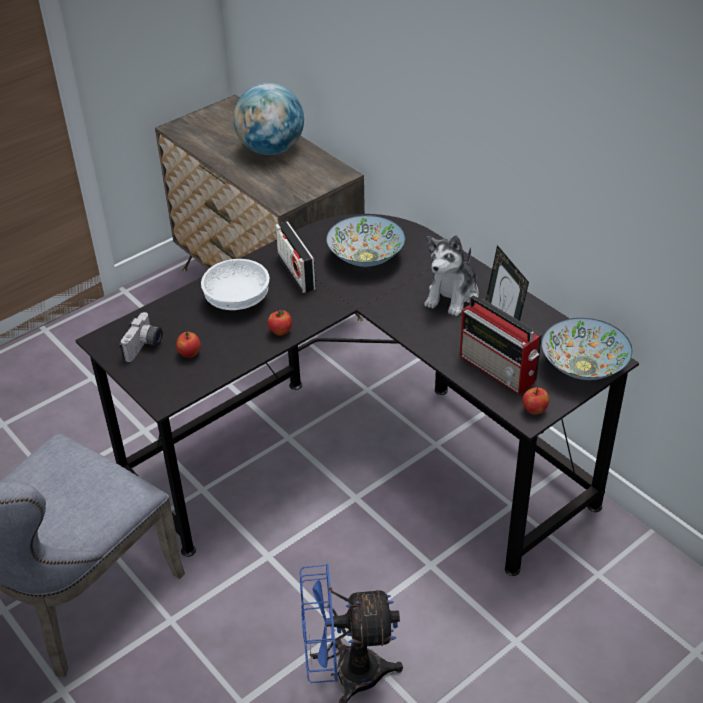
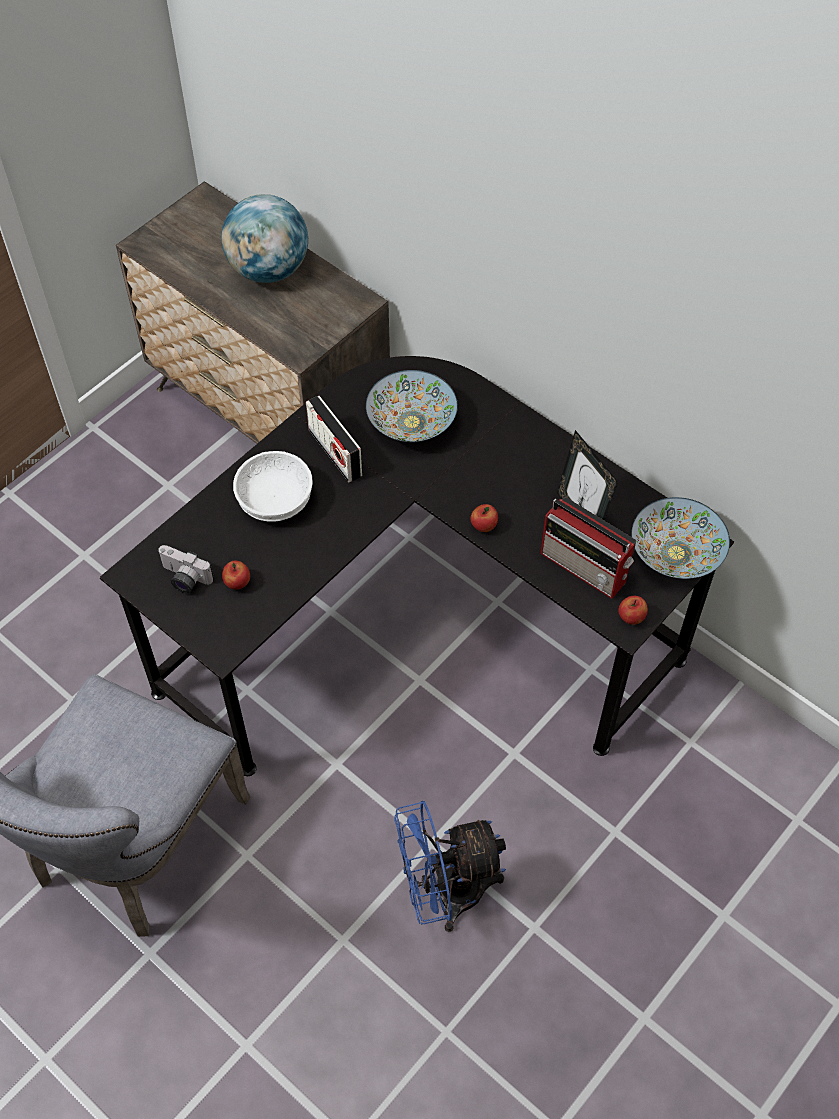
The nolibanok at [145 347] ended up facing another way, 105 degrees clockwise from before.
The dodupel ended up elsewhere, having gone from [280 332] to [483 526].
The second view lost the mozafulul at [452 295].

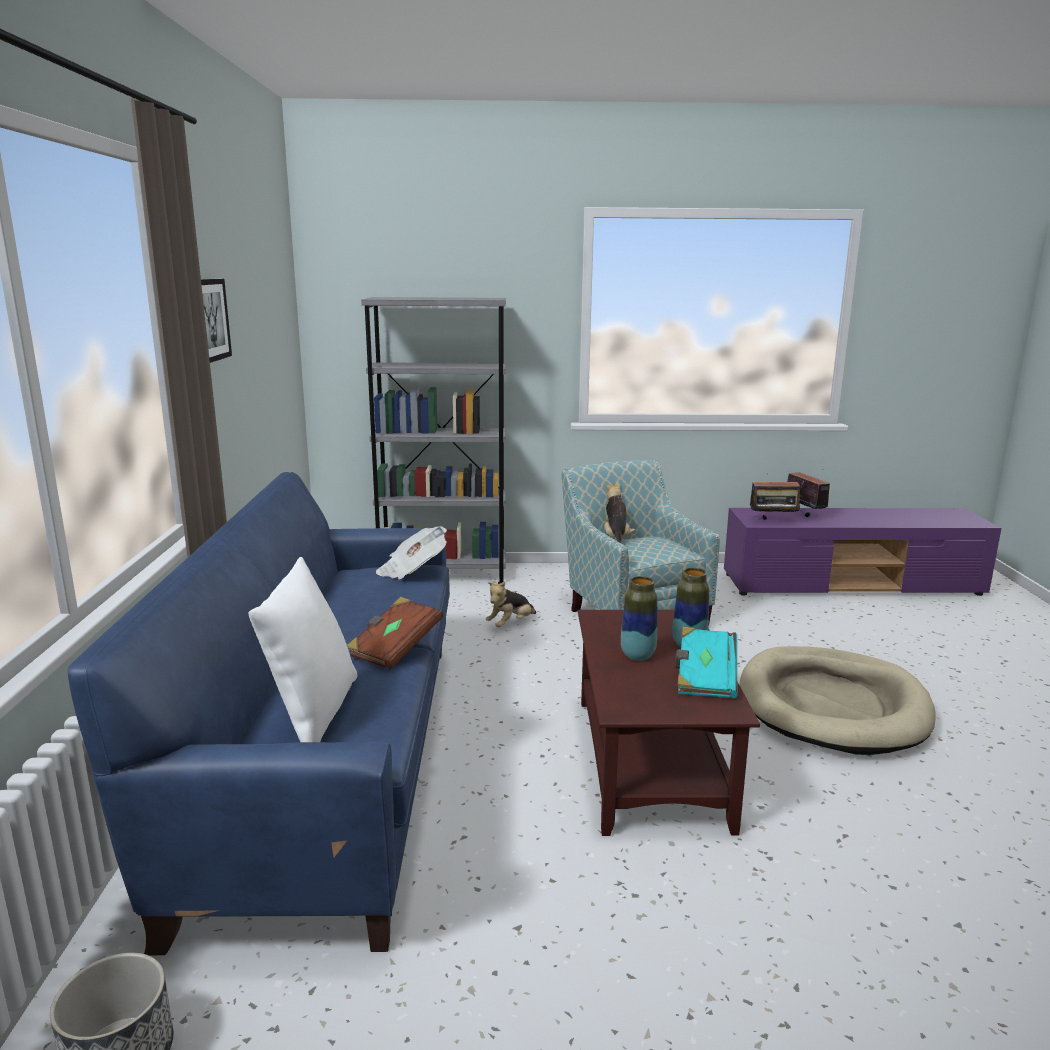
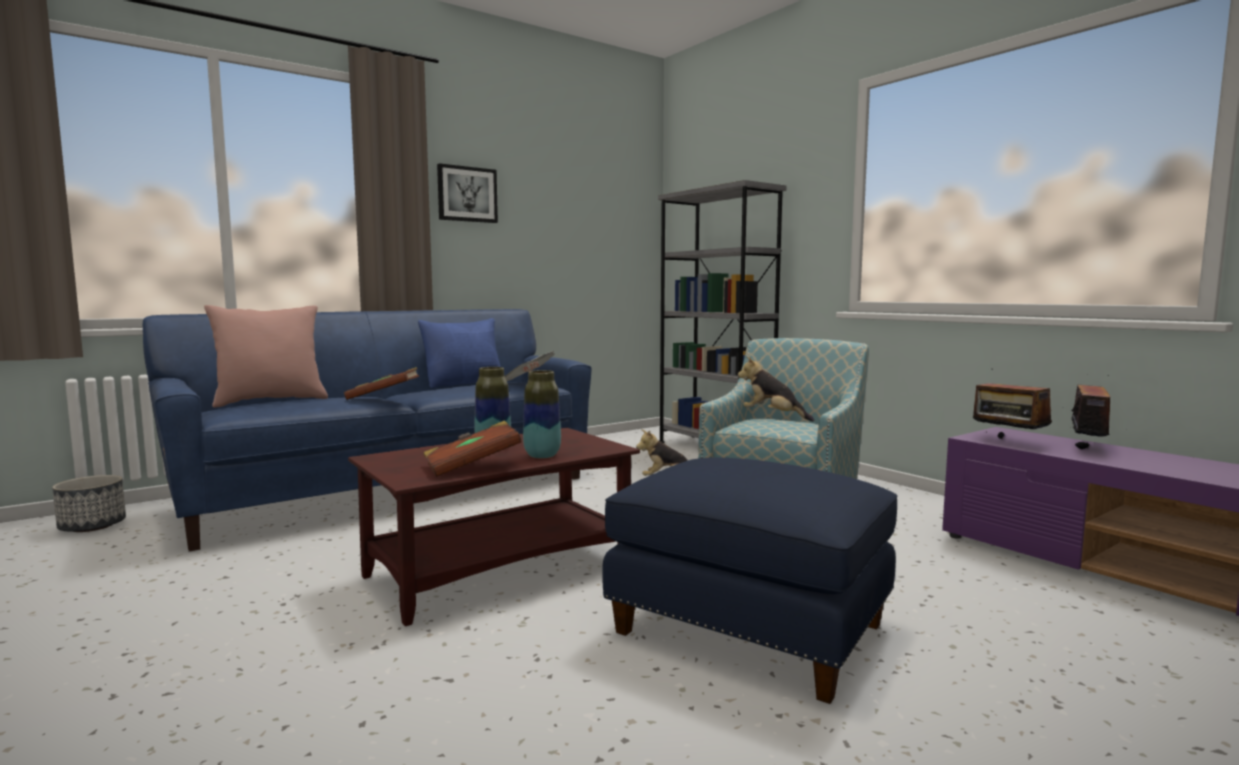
What was the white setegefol at [313 713] turned into the pink setegefol at [270 401].
The second view gained the blue setegefol at [464 384].
What was the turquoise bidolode at [704 678] turned into the brown bidolode at [472 467].
Where the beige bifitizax stood at [832 705], the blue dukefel came to stand at [751 628].
The mozafulul at [616 539] ended up facing another way, 105 degrees counterclockwise from before.

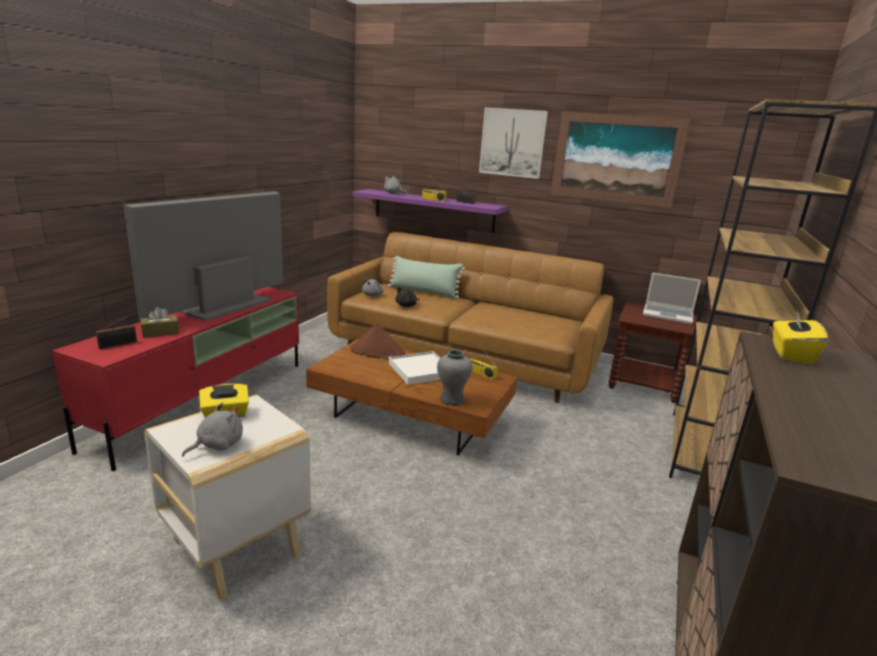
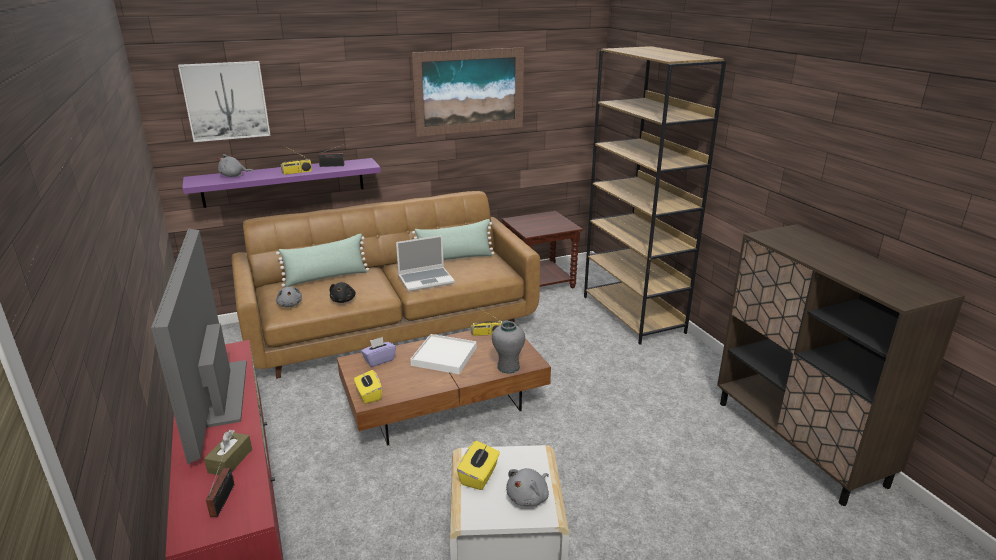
The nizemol ended up elsewhere, having gone from [512 143] to [226 101].
The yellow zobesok ended up elsewhere, having gone from [791 354] to [368 395].
Where the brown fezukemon stood at [377 351], the purple zobesok came to stand at [379 360].
The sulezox ended up elsewhere, having gone from [668 315] to [426 280].
The second view gained the green setegefol at [454 258].
The grey mozafulul at [217 445] ended up facing another way, 135 degrees counterclockwise from before.

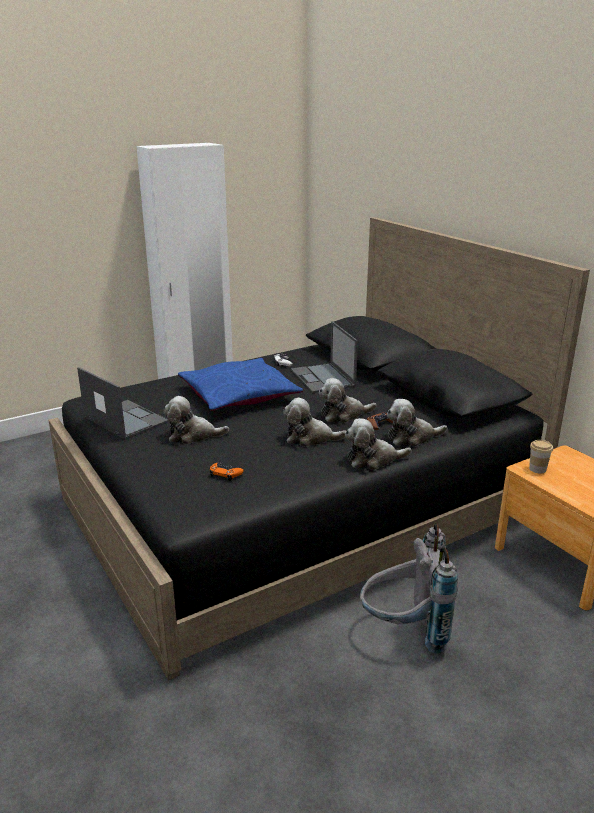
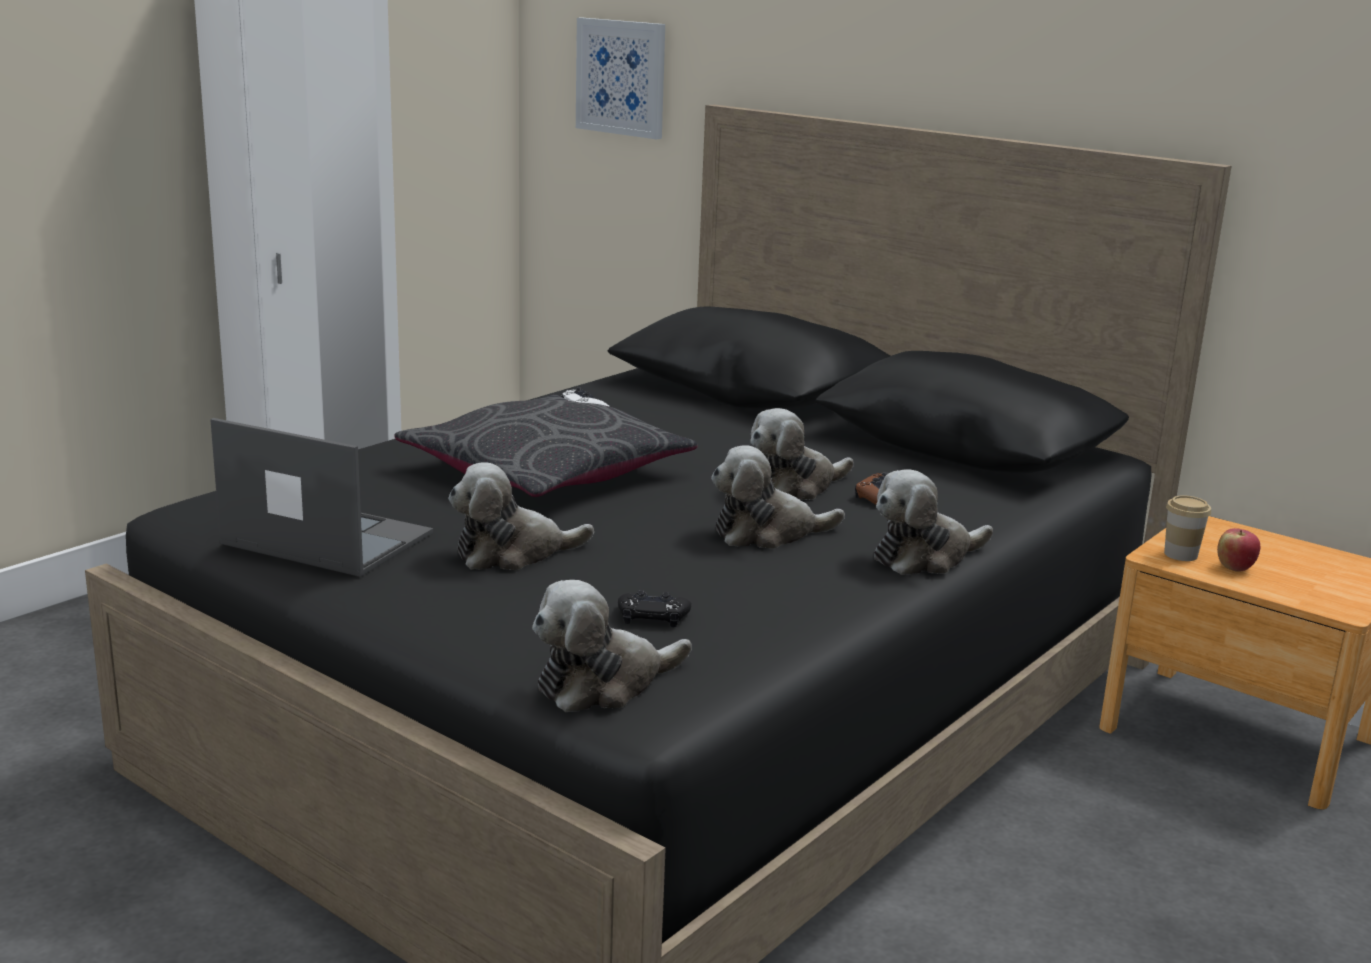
What was the blue setegefol at [239 395] turned into the grey setegefol at [545 472].
The mozafulul ended up elsewhere, having gone from [412 437] to [603 684].
The second view gained the nizemol at [621 77].
What was the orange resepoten at [225 474] turned into the black resepoten at [653 616].
The second view gained the dodupel at [1234 568].
The second view lost the sulezox at [323 378].
The second view lost the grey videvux at [404 631].

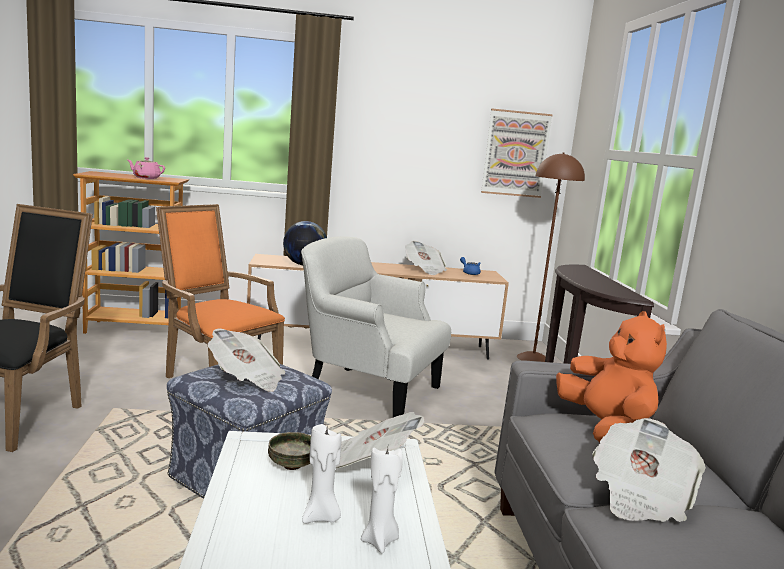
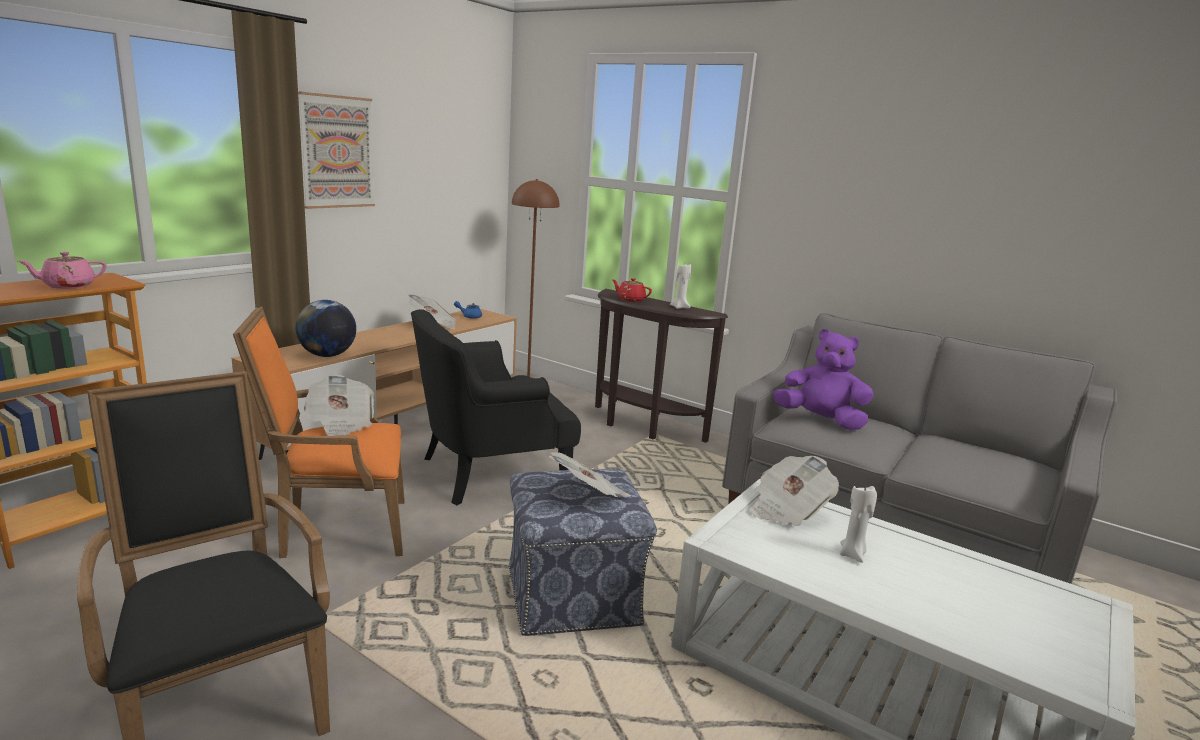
The nizemol ended up elsewhere, having gone from [515 153] to [337 152].
The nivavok ended up elsewhere, having gone from [640 497] to [341 423].
What was the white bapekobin at [368 392] turned into the black bapekobin at [489 472].
The second view gained the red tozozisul at [630 299].
The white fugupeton ended up elsewhere, having gone from [380 541] to [680 307].
What was the orange mozafulul at [606 431] turned into the purple mozafulul at [820 420].
The second view lost the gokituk at [291 465].

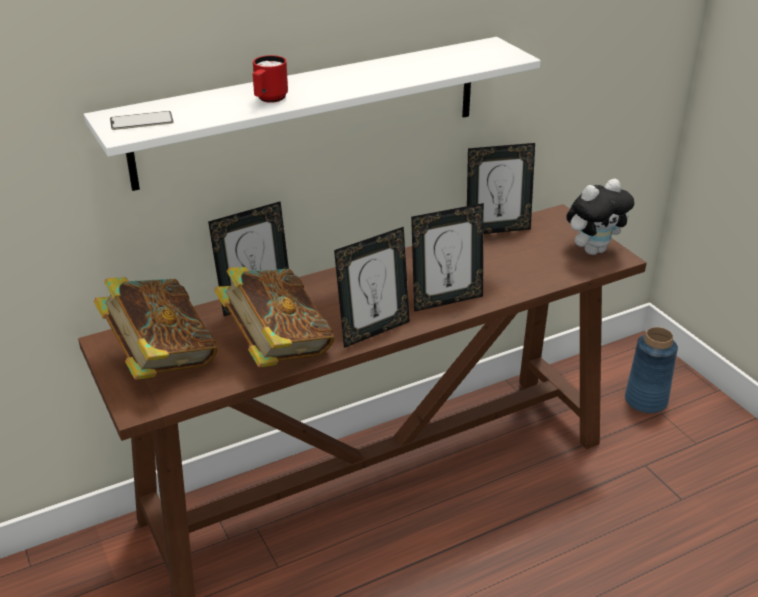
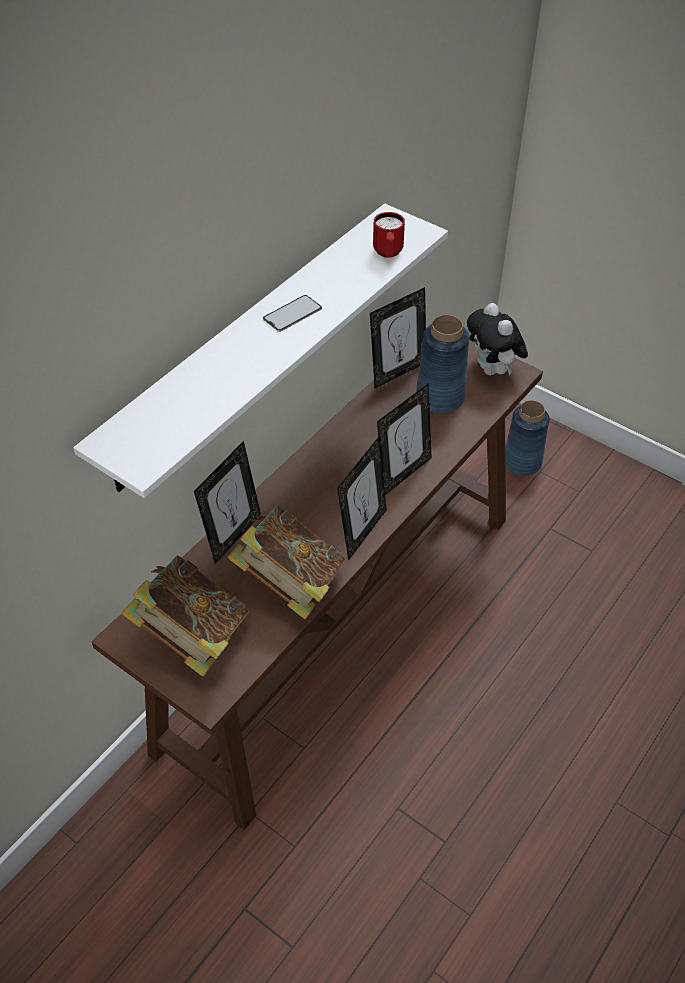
The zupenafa ended up elsewhere, having gone from [141 121] to [292 313].
The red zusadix ended up elsewhere, having gone from [269 100] to [388 254].
The second view gained the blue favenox at [439 397].
The mozafulul at [593 250] ended up facing another way, 120 degrees clockwise from before.

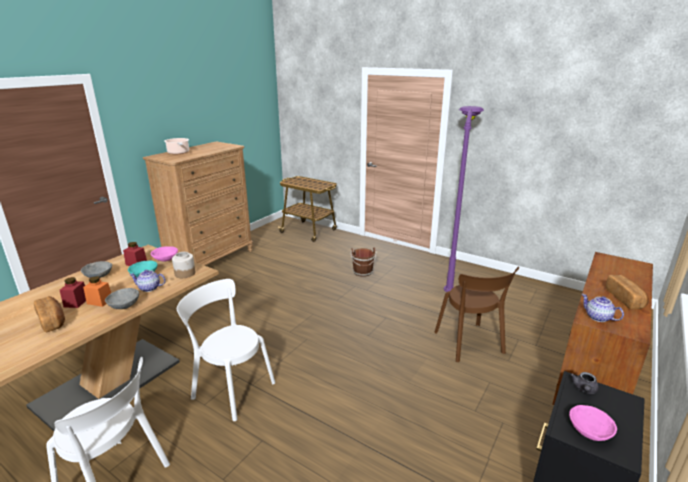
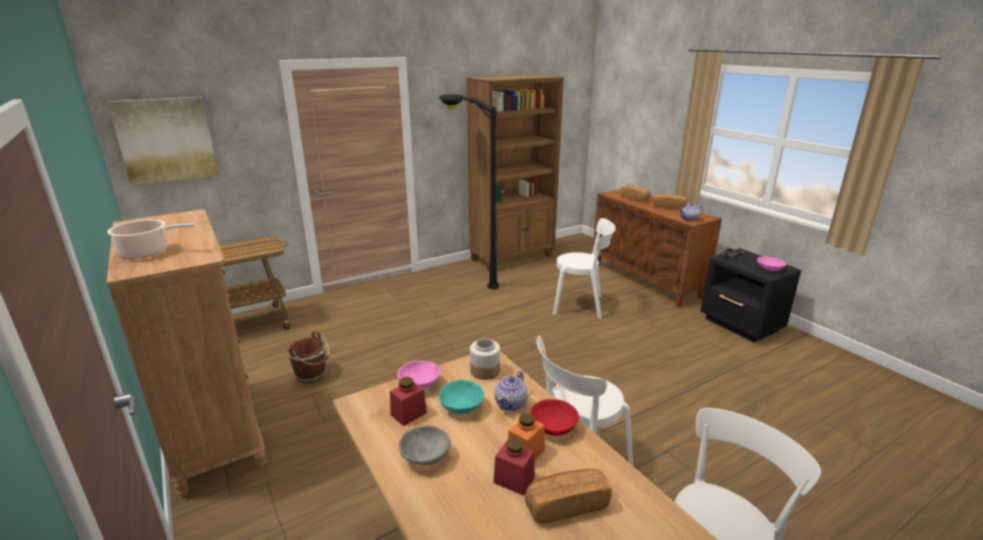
The second view gained the nizemol at [166 140].
The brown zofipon ended up elsewhere, having gone from [363 272] to [312 374].
What was the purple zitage at [452 274] turned into the black zitage at [466 276].
The second view gained the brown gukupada at [513 258].
What was the grey gokituk at [124 305] turned into the red gokituk at [552 427].
What was the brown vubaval at [470 344] turned into the white vubaval at [581 305].
The second view gained the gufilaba at [635 198].

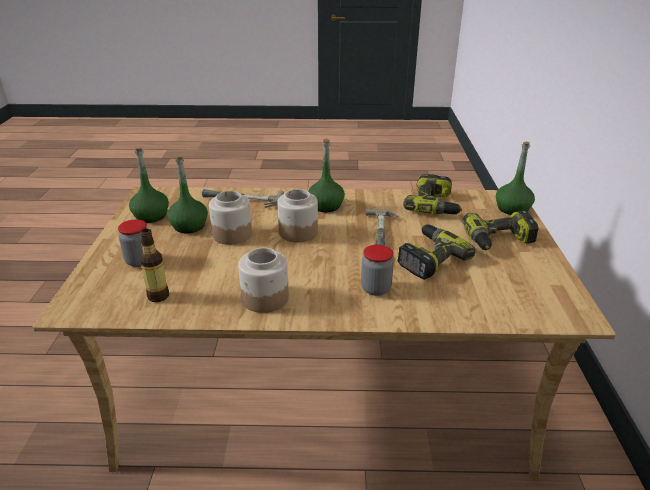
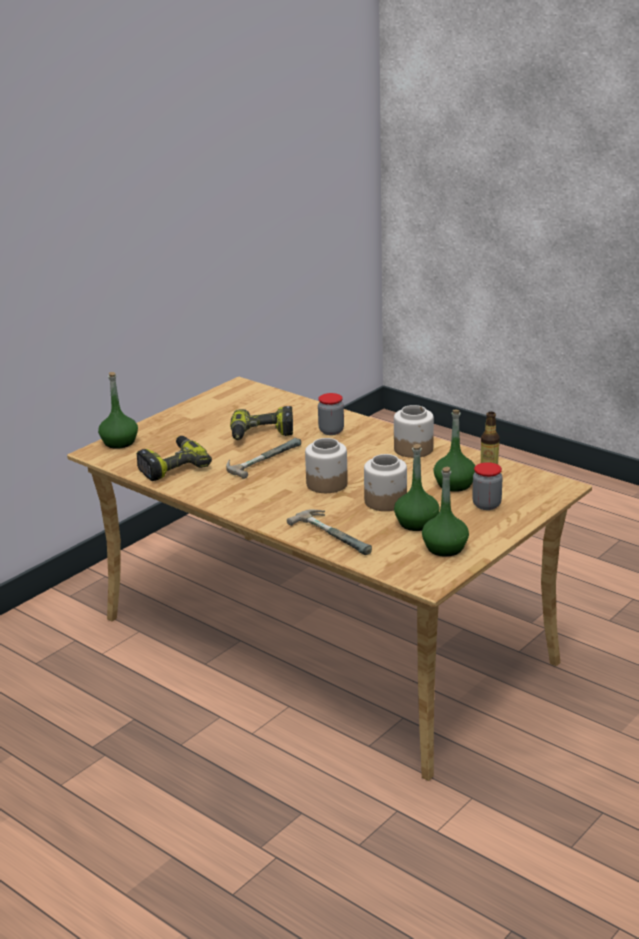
The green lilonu ended up elsewhere, having gone from [326 206] to [454 484].
The second view lost the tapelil at [499 241].

